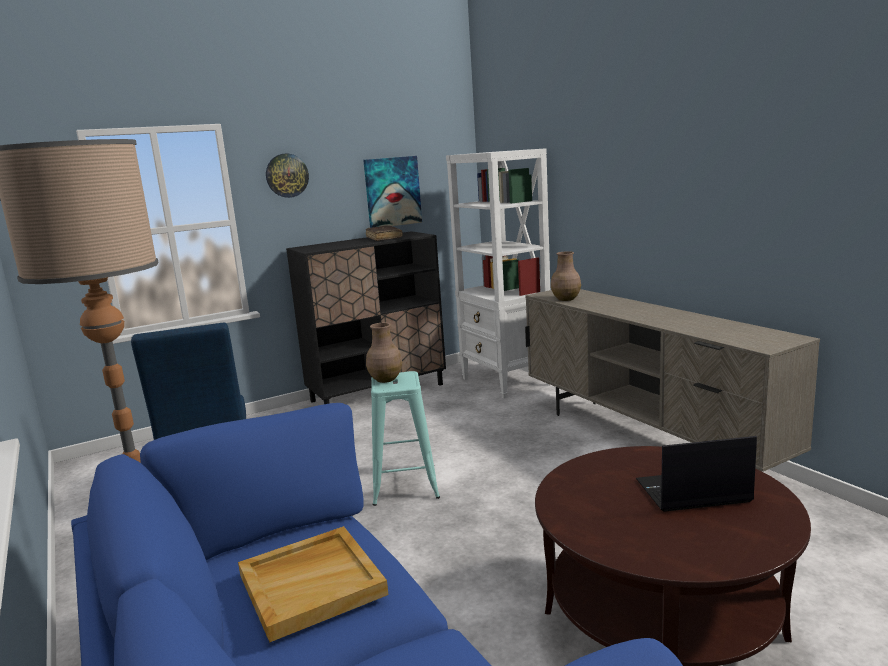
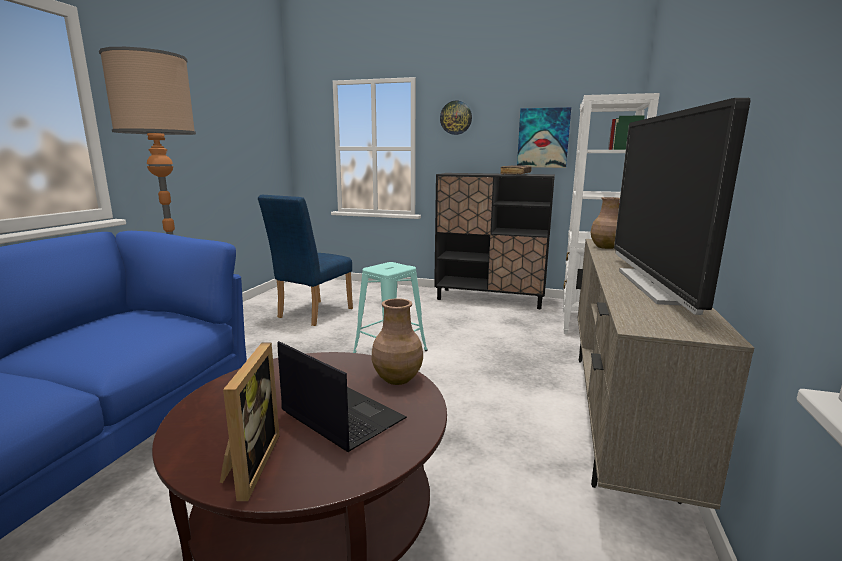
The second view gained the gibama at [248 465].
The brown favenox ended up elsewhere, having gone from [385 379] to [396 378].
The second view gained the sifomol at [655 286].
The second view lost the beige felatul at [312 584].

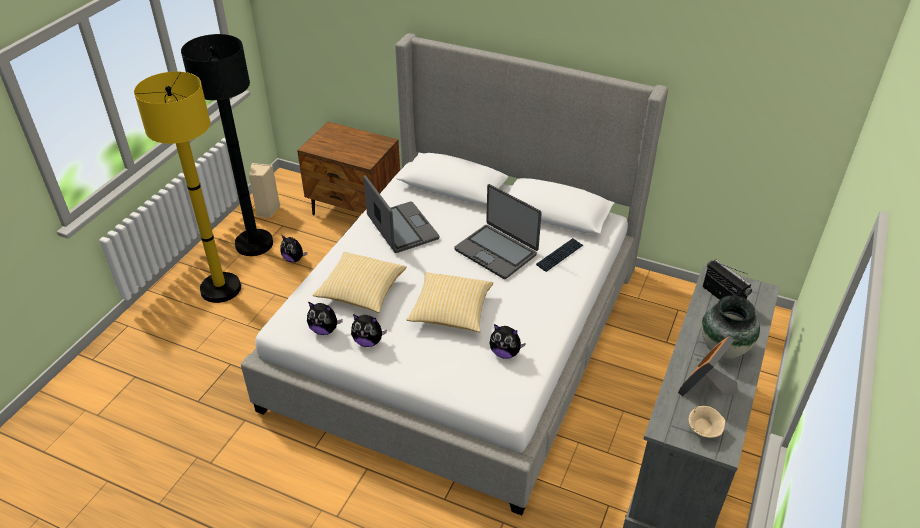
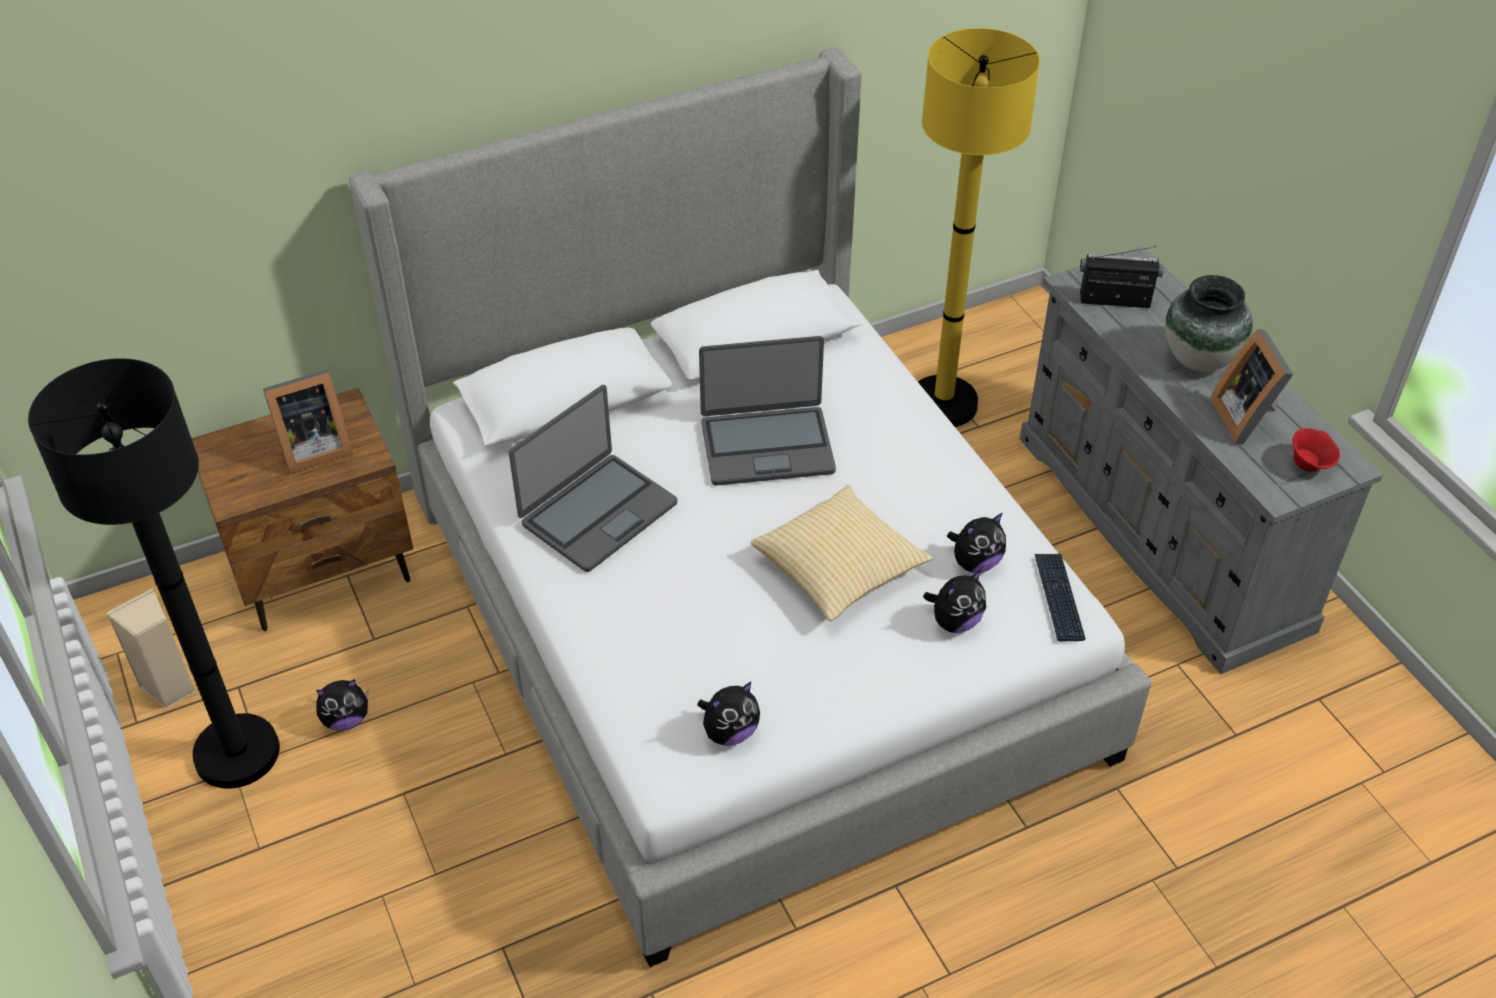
The second view gained the gibama at [312 449].
The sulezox at [402 228] ended up facing another way, 120 degrees clockwise from before.
The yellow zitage ended up elsewhere, having gone from [220 288] to [943 404].
The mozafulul ended up elsewhere, having gone from [368 341] to [955 621].
The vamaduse ended up elsewhere, having gone from [560 255] to [1058 598].
What was the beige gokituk at [703 431] turned into the red gokituk at [1309 464].
The second view lost the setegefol at [361 292].

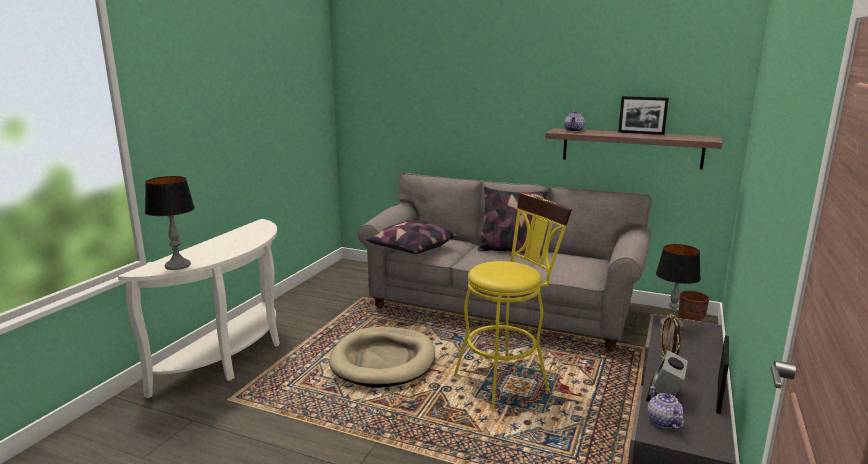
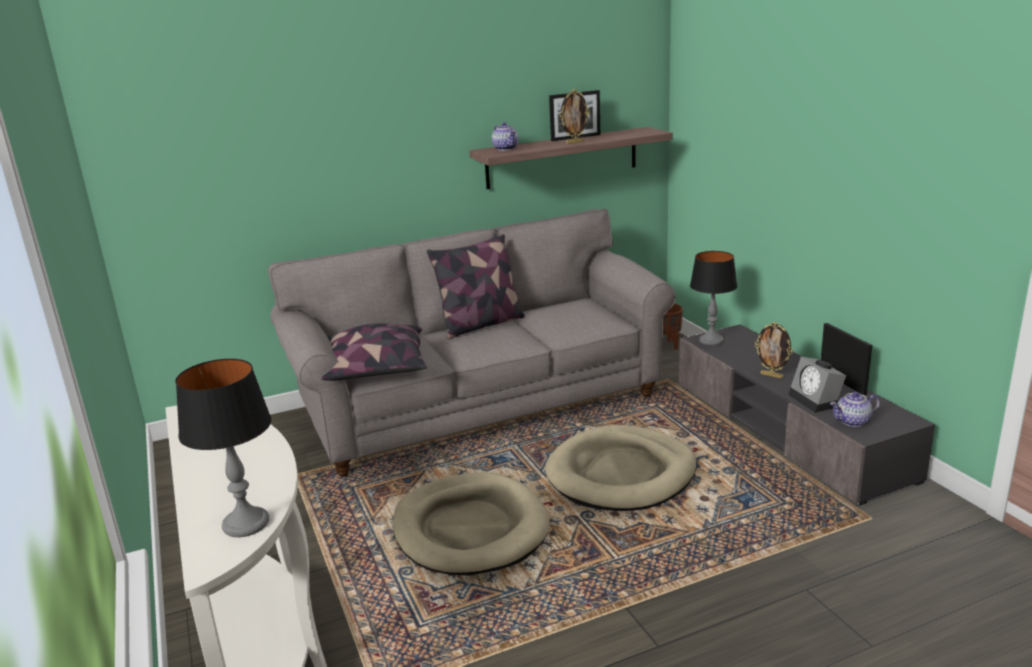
Where the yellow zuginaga stood at [506 381], the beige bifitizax came to stand at [621 474].
The second view gained the gibama at [575 142].
The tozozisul at [663 422] ended up facing another way, 45 degrees counterclockwise from before.

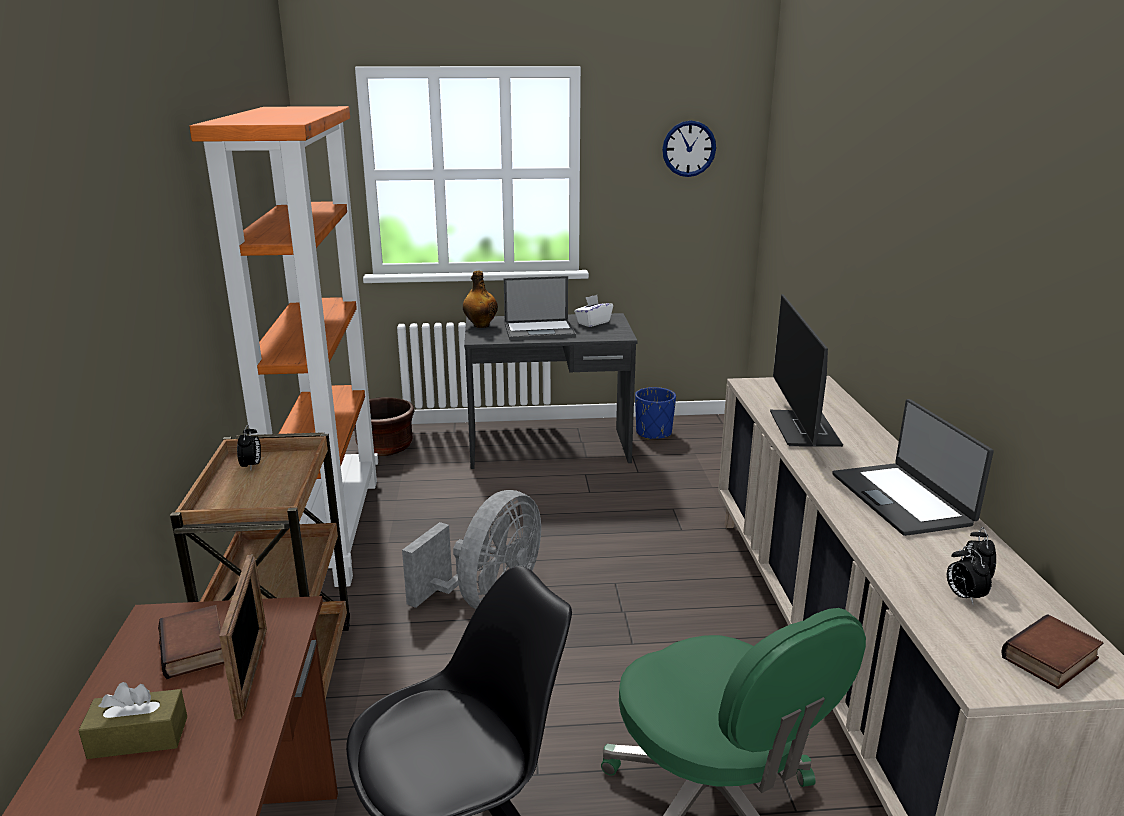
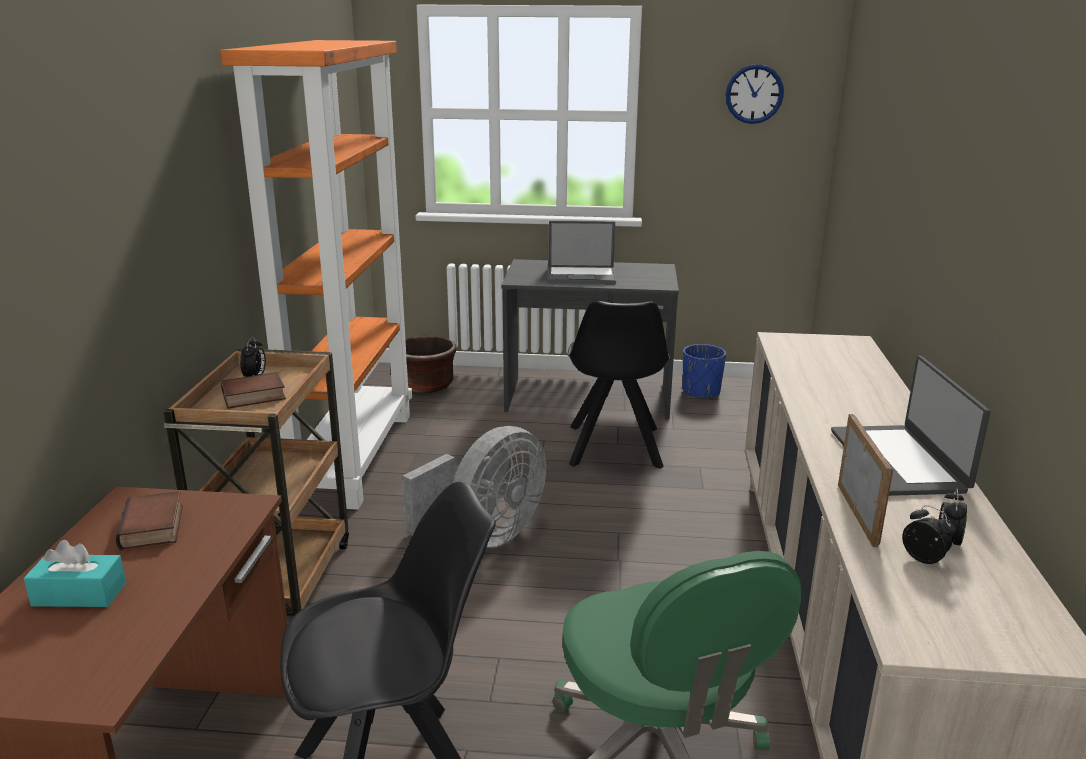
What was the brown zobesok at [138 737] turned into the turquoise zobesok at [79 594].
The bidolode ended up elsewhere, having gone from [1051 660] to [253 397].
The second view gained the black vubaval at [614 448].
The gibama ended up elsewhere, having gone from [252 671] to [857 514].
The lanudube at [963 596] ended up facing another way, 150 degrees clockwise from before.
The second view lost the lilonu at [480 325].
The second view lost the white zobesok at [593 322].
The second view lost the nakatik at [805 430].

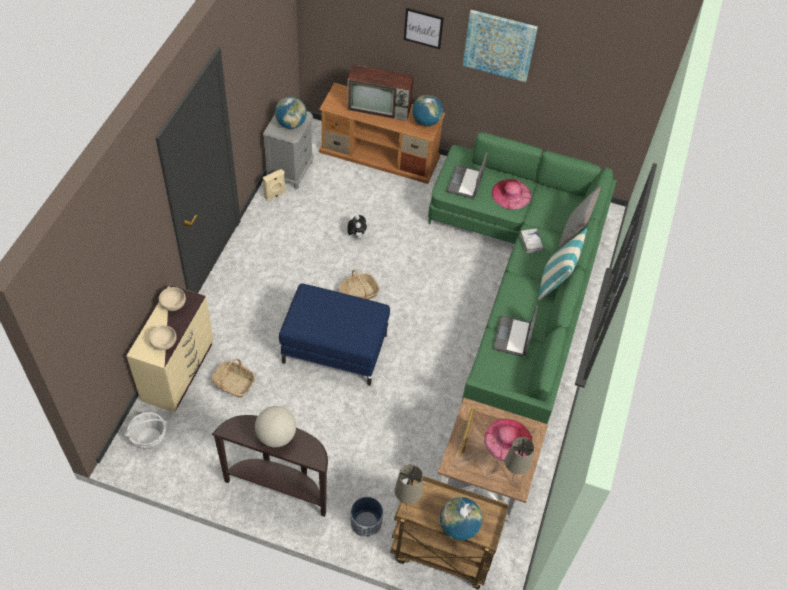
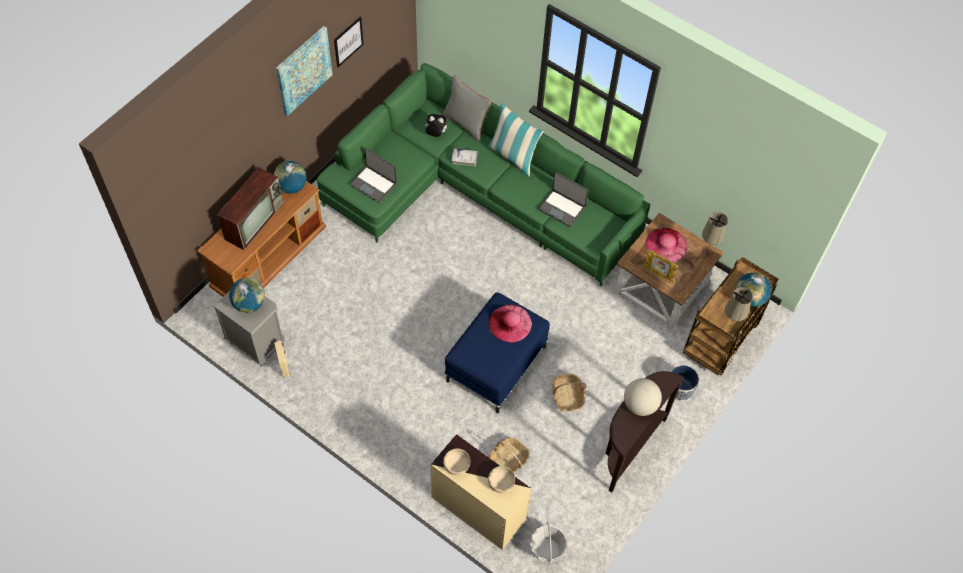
The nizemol ended up elsewhere, having gone from [423 28] to [348 41].
The mozafulul ended up elsewhere, having gone from [356 235] to [435 134].
The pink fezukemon ended up elsewhere, having gone from [511 194] to [510 323].
The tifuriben ended up elsewhere, having gone from [359 293] to [567 396].

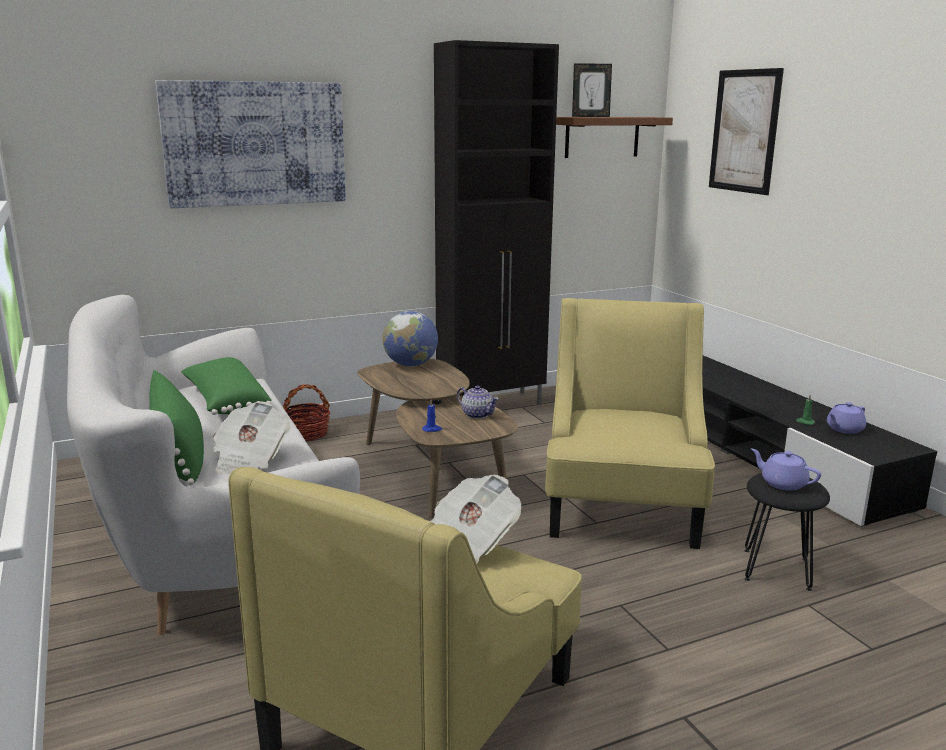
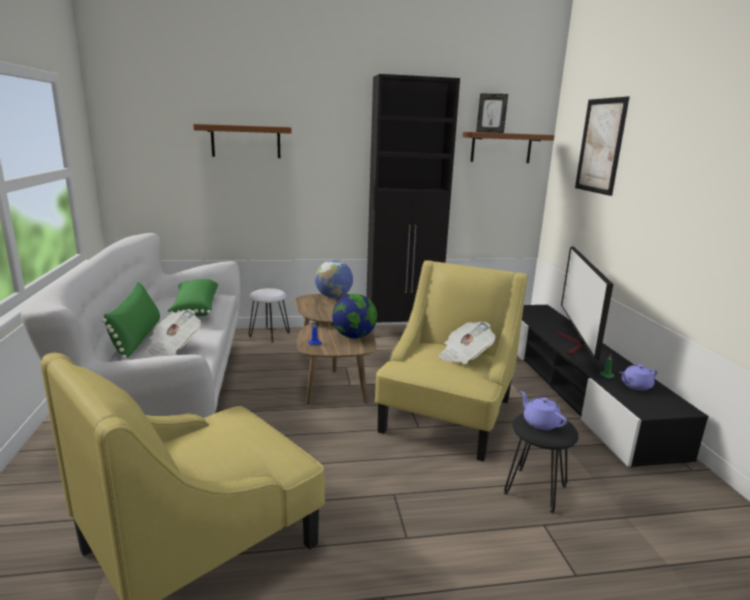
Where the nizemol hung at [255 143], the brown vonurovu came to hang at [246 141].
Where the tifuriben stood at [306 433], the white zuginaga came to stand at [269 334].
Where the tozozisul stood at [477 415], the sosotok came to stand at [354 336].
The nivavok ended up elsewhere, having gone from [468 544] to [464 355].
The second view gained the sifomol at [574 345].

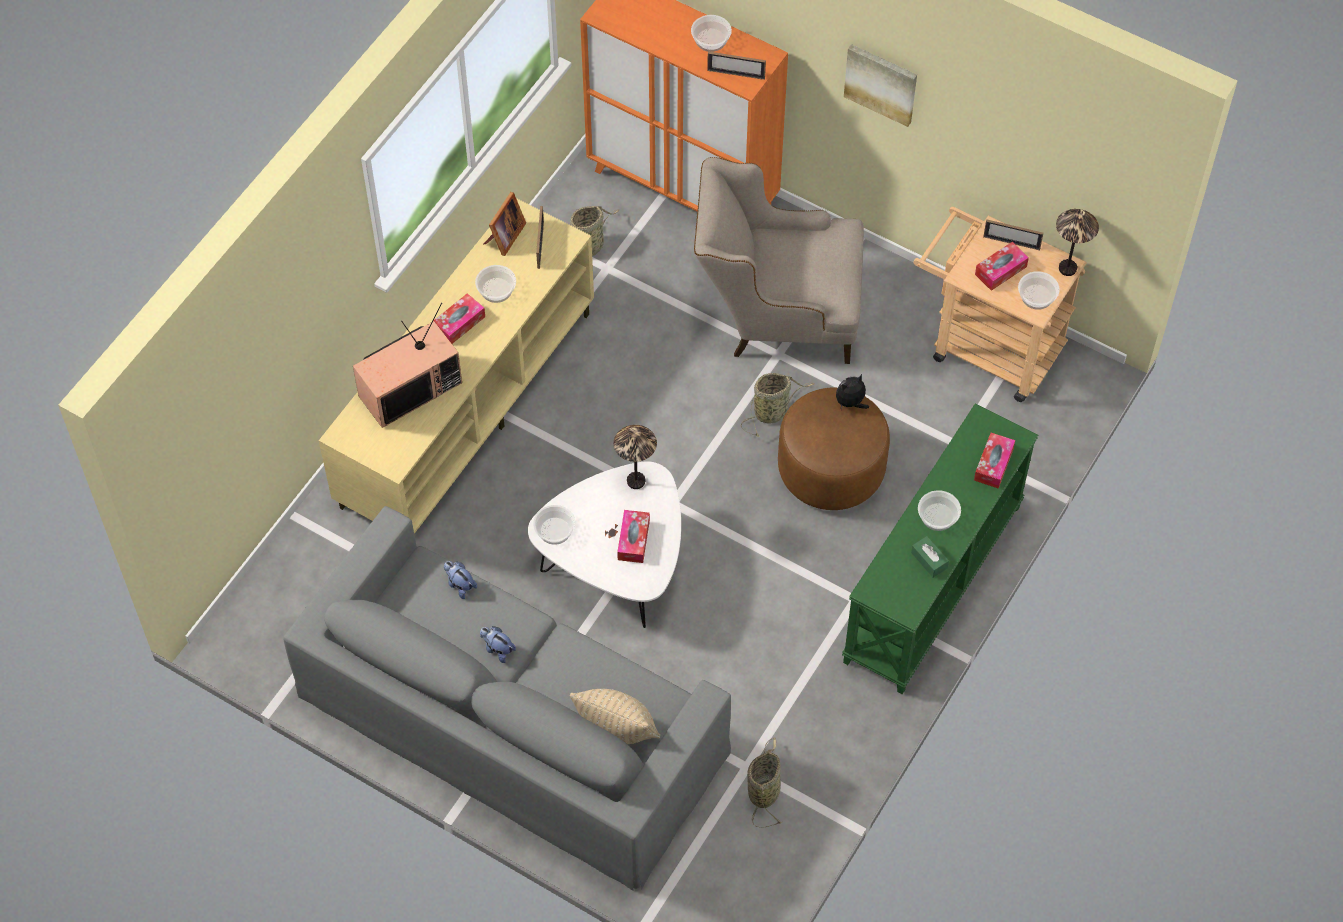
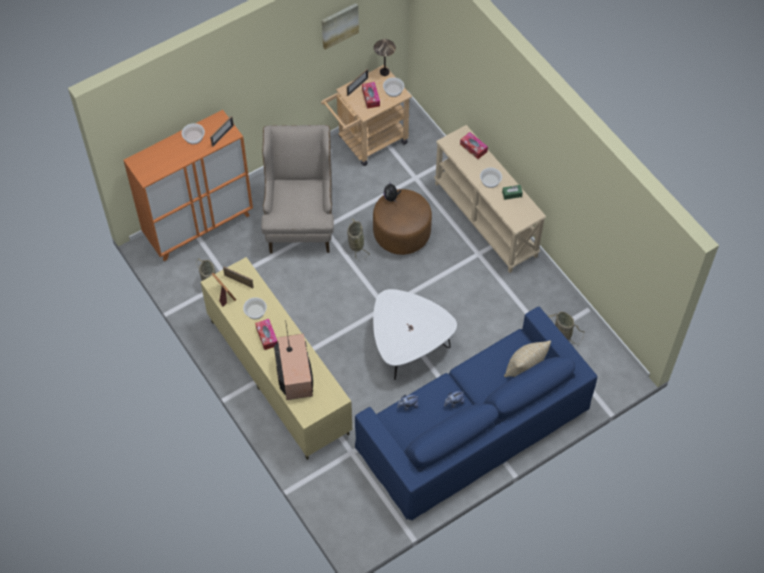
The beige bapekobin at [777 314] ended up facing another way, 150 degrees clockwise from before.
The nizemol ended up elsewhere, having gone from [881 83] to [339 25].
What was the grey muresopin at [511 721] turned into the blue muresopin at [473 426].
What was the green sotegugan at [934 585] turned into the beige sotegugan at [486 219].
The second view lost the gokituk at [555 531].
The second view lost the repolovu at [636 481].
The second view lost the zobesok at [633 540].

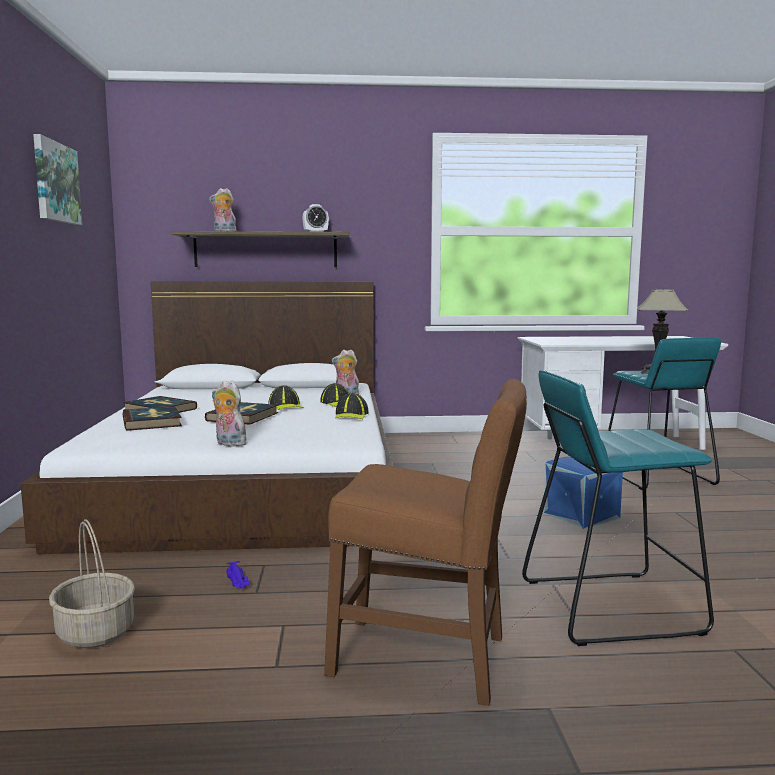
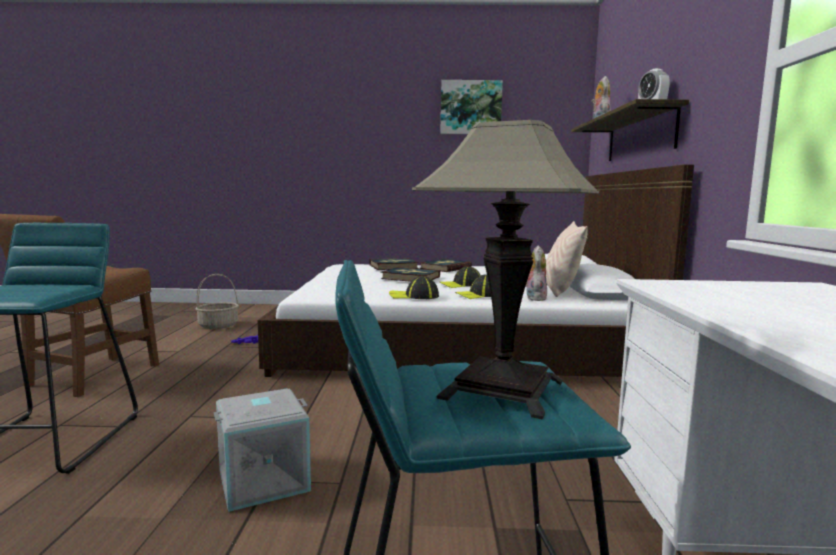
What was the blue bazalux at [580 515] turned into the grey bazalux at [264 479].
The second view gained the beige setegefol at [560 291].
The second view lost the mozafulul at [228 444].

